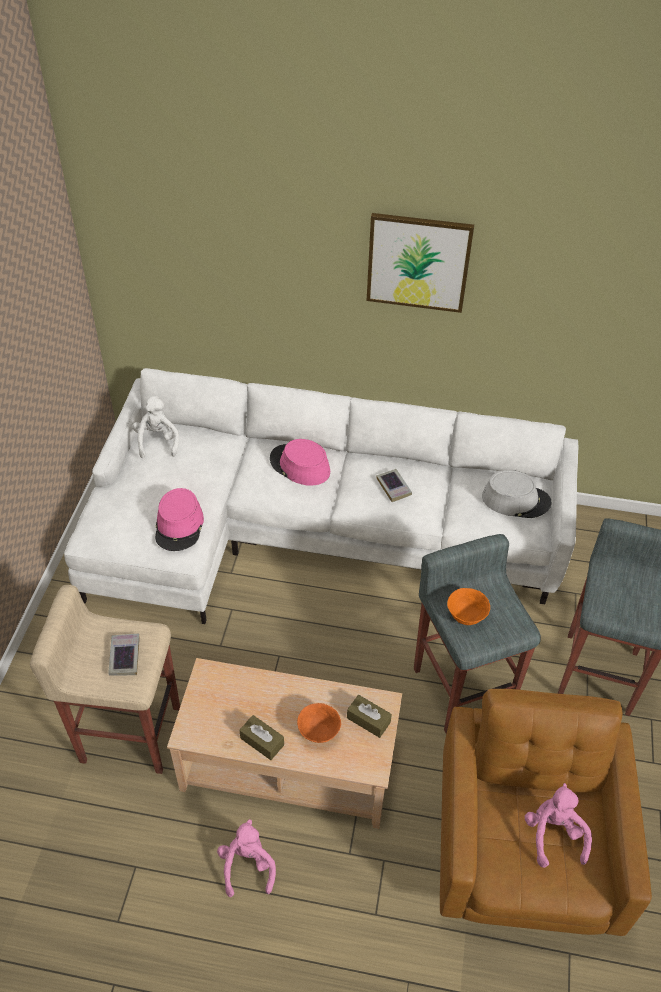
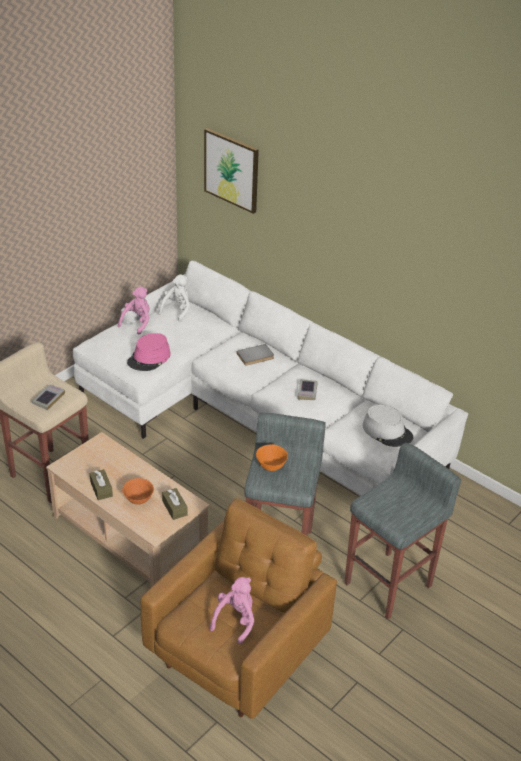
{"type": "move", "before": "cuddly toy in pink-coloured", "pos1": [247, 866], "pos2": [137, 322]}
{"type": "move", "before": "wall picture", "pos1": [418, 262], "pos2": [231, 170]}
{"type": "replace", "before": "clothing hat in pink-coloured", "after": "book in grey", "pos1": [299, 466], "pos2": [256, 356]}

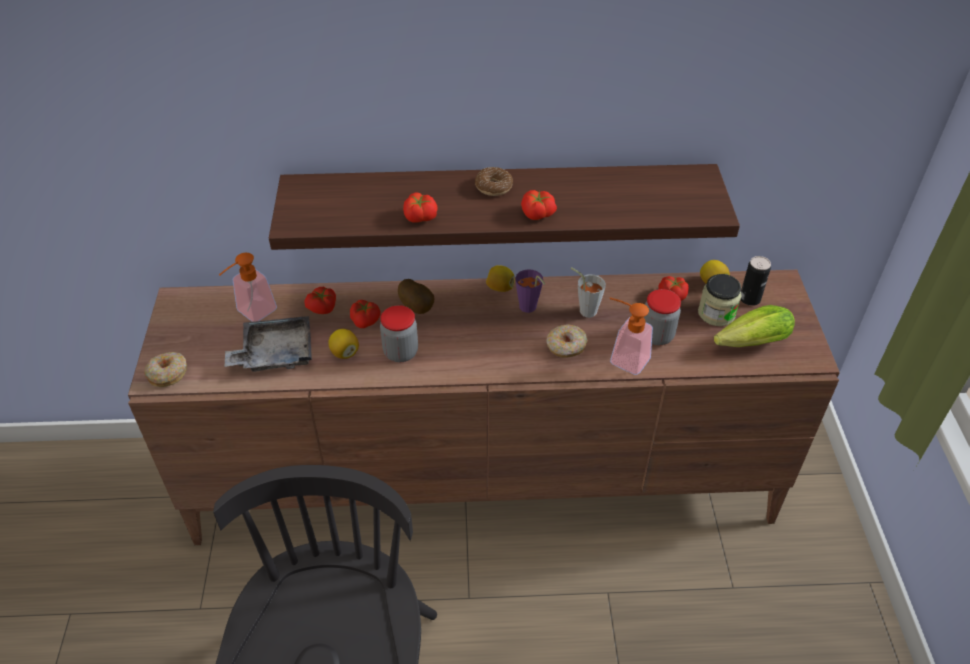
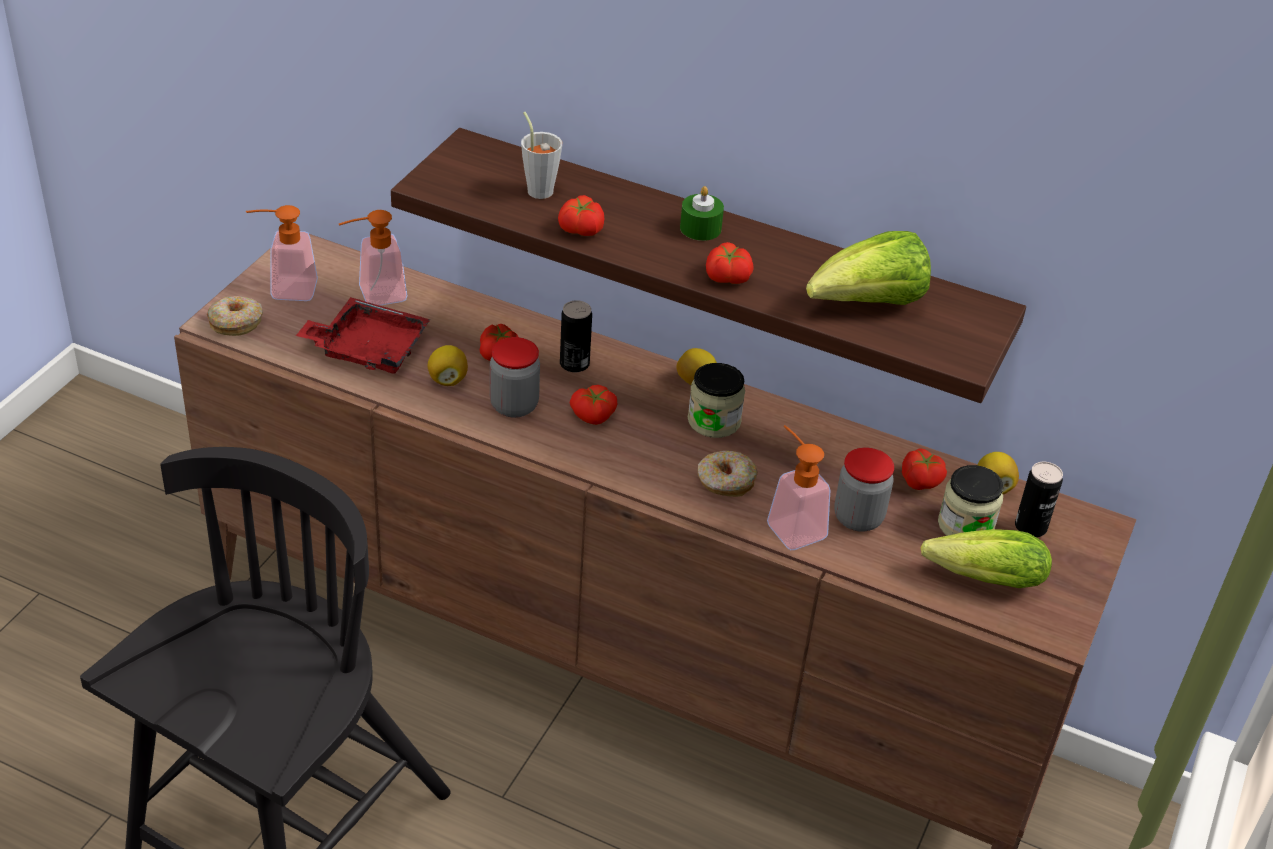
{"type": "insert", "after": "soap bottle", "pos2": [285, 289]}
{"type": "insert", "after": "lettuce", "pos2": [868, 304]}
{"type": "move", "before": "tomato", "pos1": [323, 308], "pos2": [593, 417]}
{"type": "move", "before": "drinking cup in grey", "pos1": [585, 309], "pos2": [538, 188]}
{"type": "replace", "before": "potato", "after": "can", "pos1": [417, 307], "pos2": [574, 364]}
{"type": "replace", "before": "doughnut", "after": "candle in green-coloured", "pos1": [493, 187], "pos2": [700, 228]}
{"type": "replace", "before": "drinking cup in purple", "after": "preserve jar", "pos1": [529, 309], "pos2": [714, 421]}
{"type": "recolor", "before": "carrying tray in grey", "after": "carrying tray in reddish", "pos1": [275, 353], "pos2": [368, 348]}

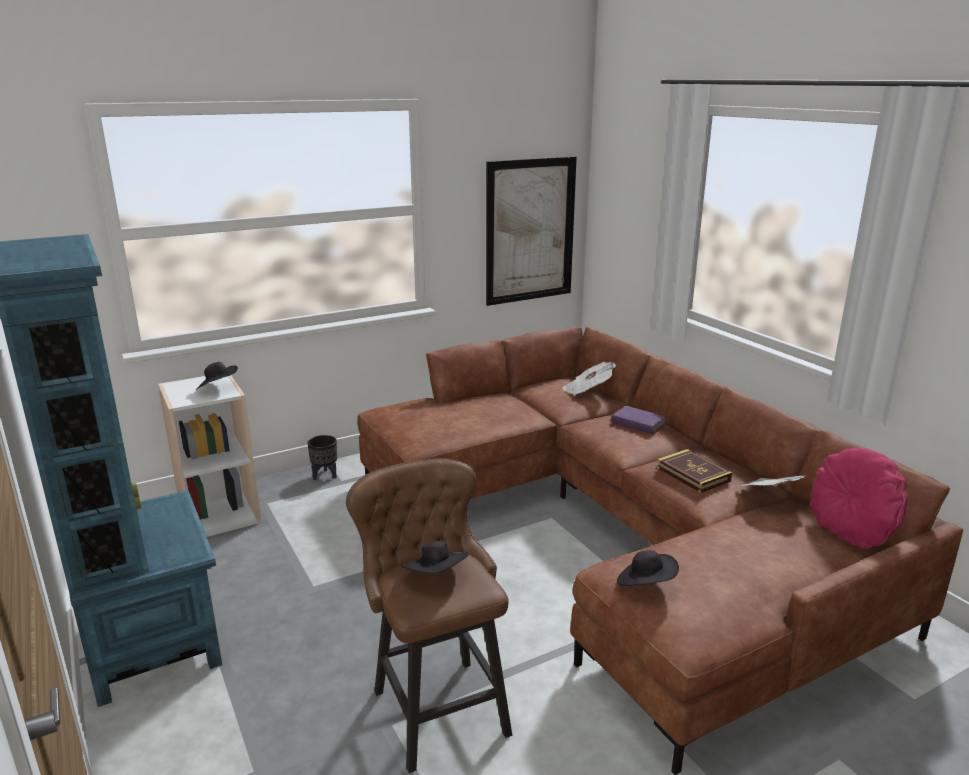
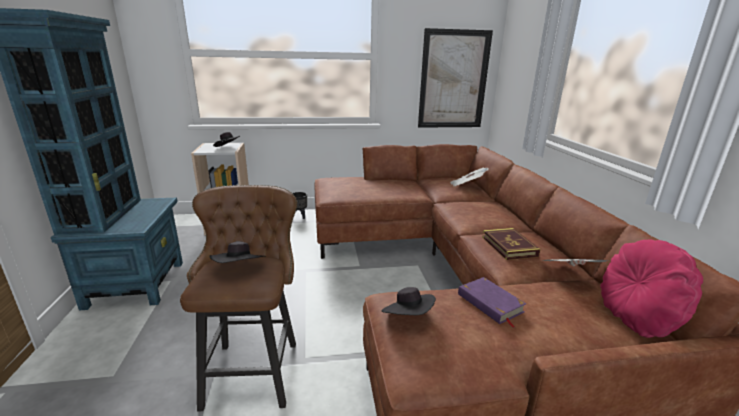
{"type": "move", "before": "book in purple", "pos1": [638, 423], "pos2": [490, 303]}

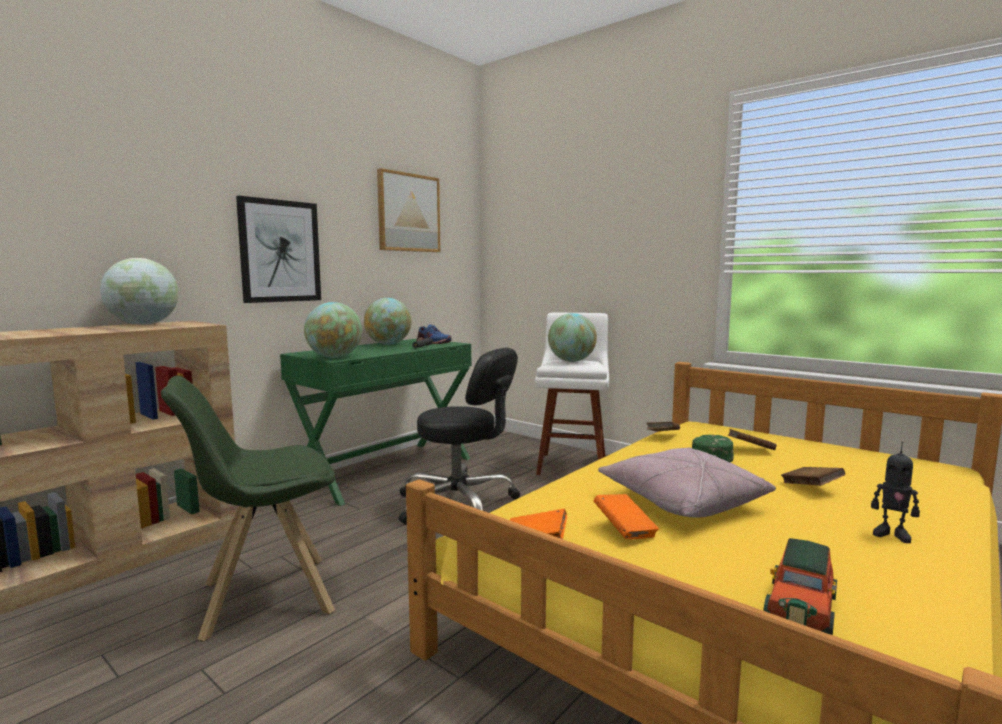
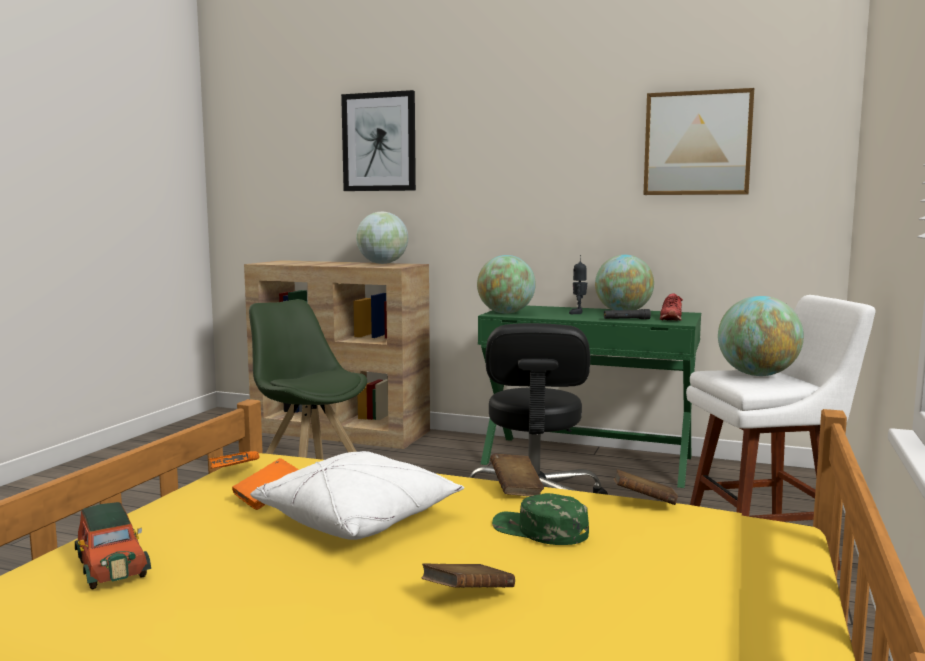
{"type": "move", "before": "wall picture", "pos1": [280, 251], "pos2": [379, 142]}
{"type": "move", "before": "book in brown", "pos1": [750, 450], "pos2": [516, 489]}
{"type": "move", "before": "robot figure", "pos1": [891, 535], "pos2": [578, 313]}
{"type": "recolor", "before": "shoe in bluish", "after": "shoe in reddish", "pos1": [433, 342], "pos2": [670, 318]}
{"type": "recolor", "before": "throw pillow in purple", "after": "throw pillow in whitish", "pos1": [681, 502], "pos2": [359, 519]}
{"type": "rotate", "before": "model car", "pos1": [801, 607], "pos2": [111, 566], "turn": -135}

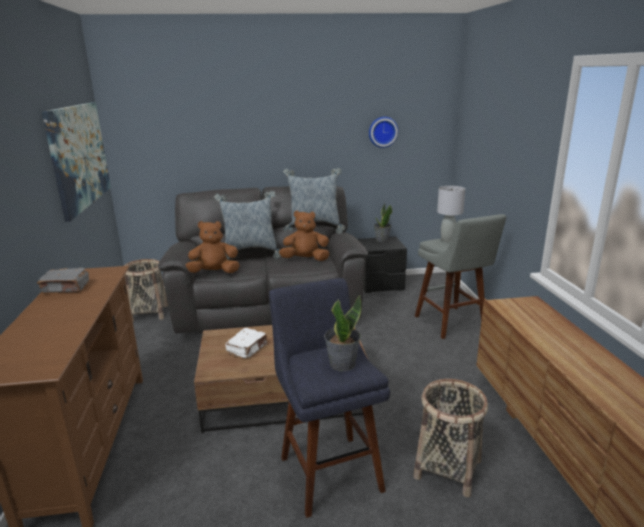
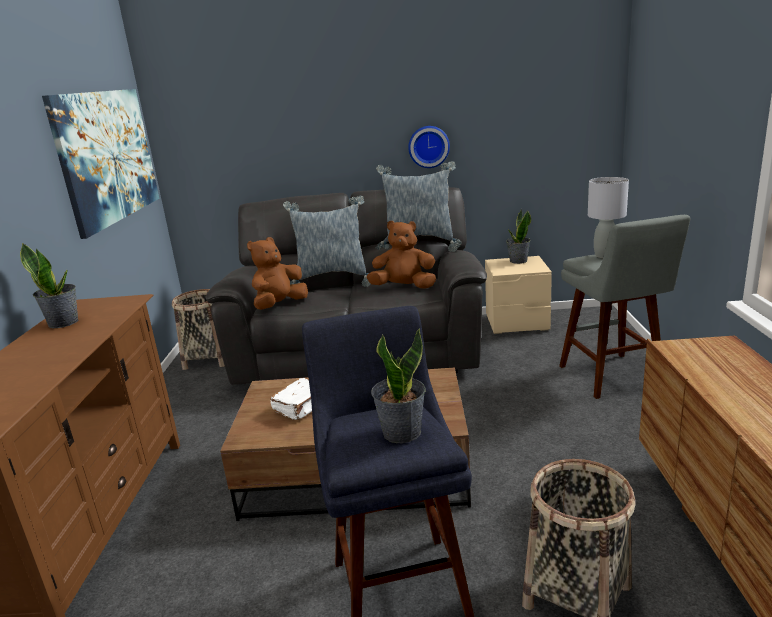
{"type": "move", "before": "wall clock", "pos1": [382, 132], "pos2": [428, 146]}
{"type": "replace", "before": "book in grey", "after": "potted plant", "pos1": [66, 288], "pos2": [64, 322]}
{"type": "recolor", "before": "bedside table in blackish", "after": "bedside table in beige-coloured", "pos1": [380, 284], "pos2": [516, 322]}
{"type": "rotate", "before": "cuddly toy in brown", "pos1": [214, 273], "pos2": [279, 305], "turn": -45}

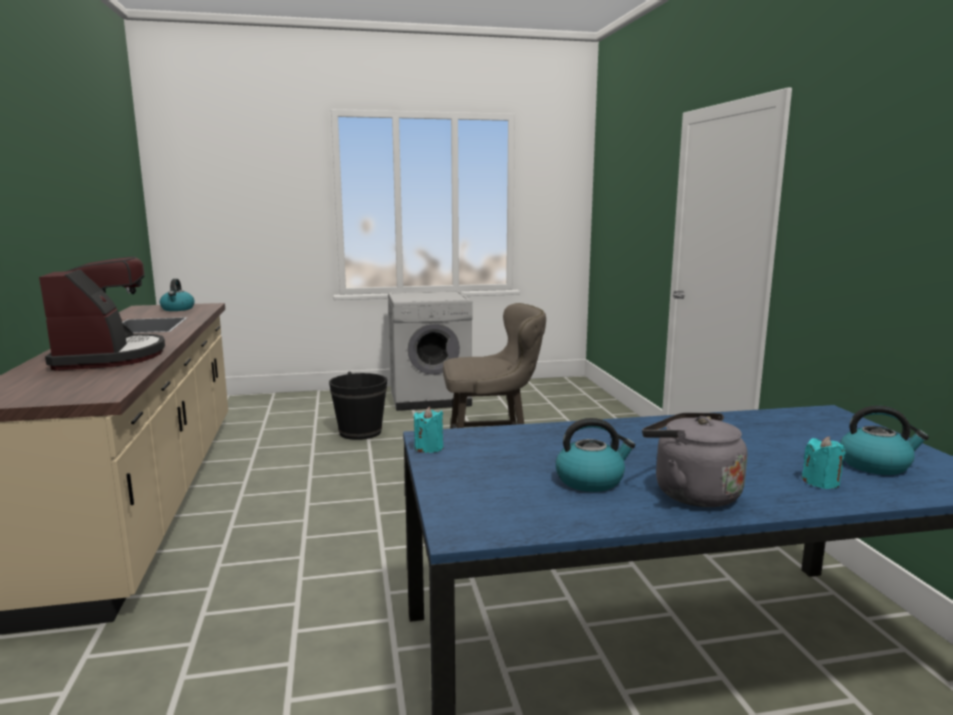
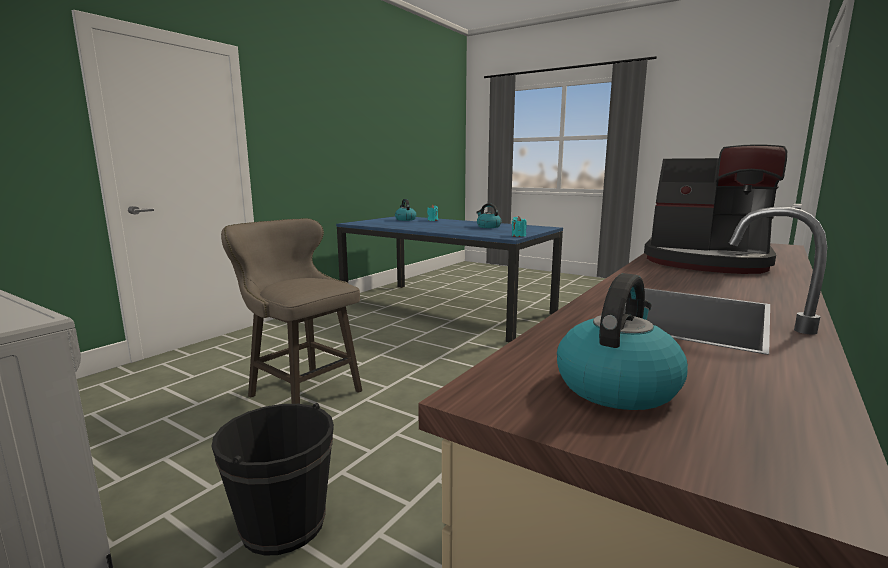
{"type": "delete", "before": "water kettle in grey", "pos1": [691, 493]}
{"type": "rotate", "before": "coffee machine", "pos1": [109, 357], "pos2": [706, 262], "turn": -90}

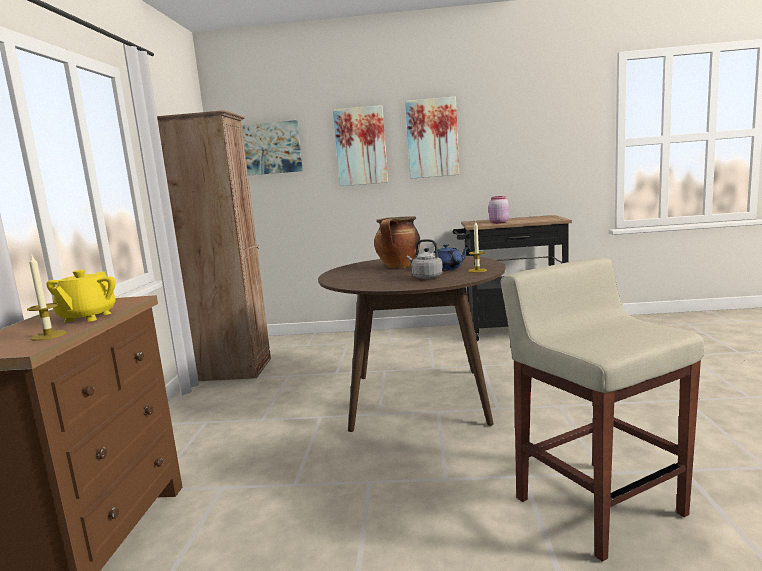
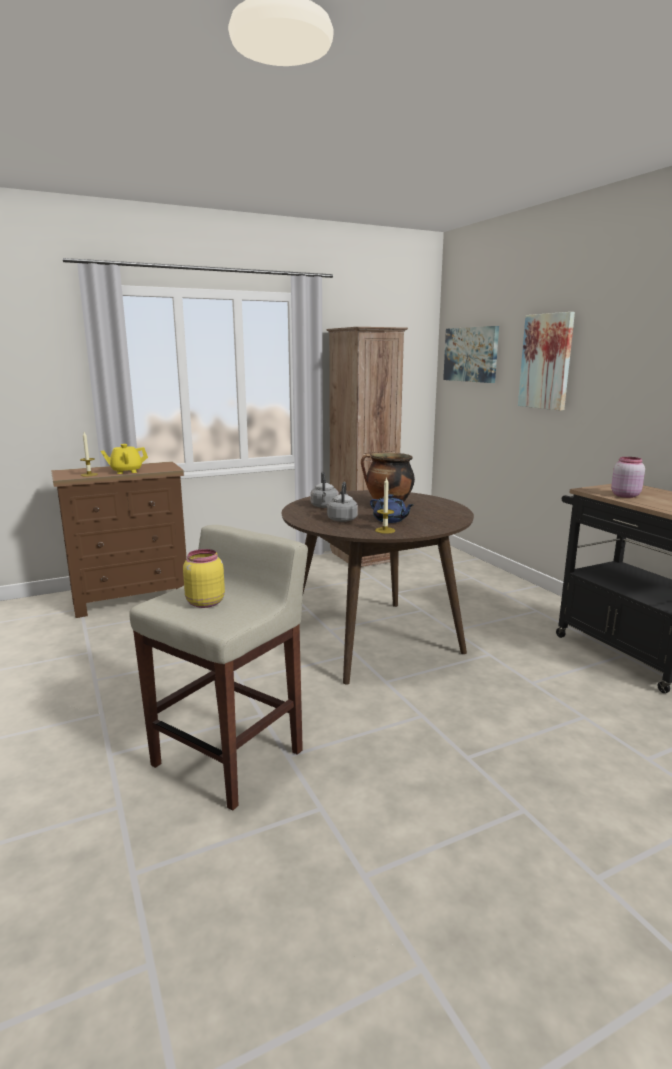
{"type": "delete", "before": "wall picture", "pos1": [432, 138]}
{"type": "insert", "after": "preserve jar in yellow-coloured", "pos2": [204, 603]}
{"type": "insert", "after": "water kettle in grey", "pos2": [324, 506]}

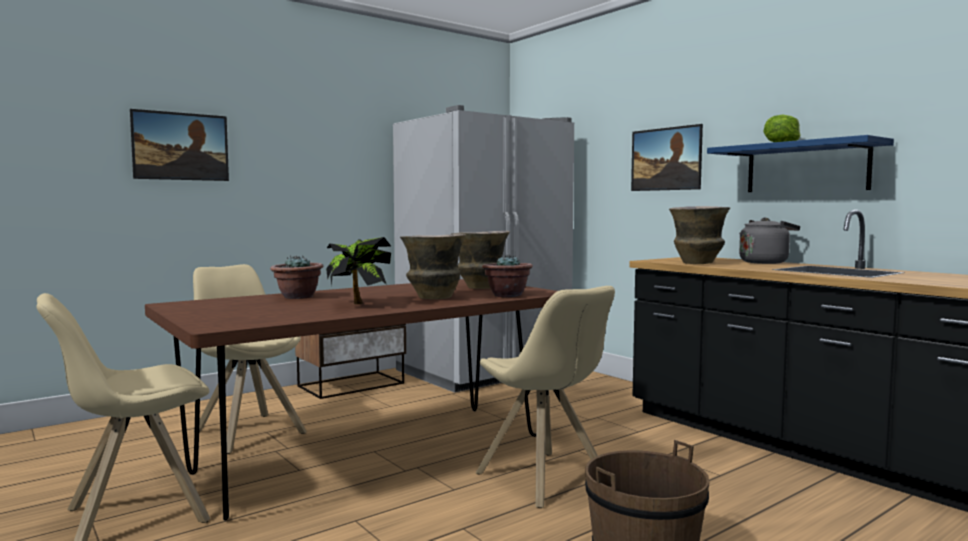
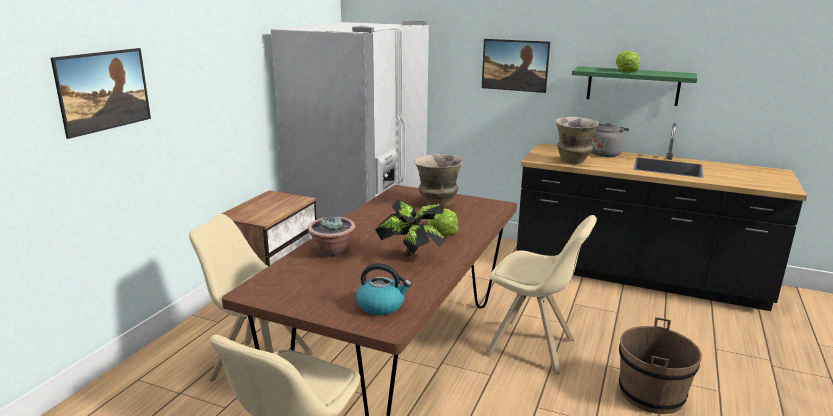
{"type": "delete", "before": "potted plant", "pos1": [507, 295]}
{"type": "insert", "after": "water kettle", "pos2": [381, 305]}
{"type": "replace", "before": "decorative vase", "after": "lettuce", "pos1": [433, 298], "pos2": [441, 232]}
{"type": "recolor", "before": "bracket shelf in bluish", "after": "bracket shelf in green-coloured", "pos1": [806, 168], "pos2": [633, 86]}

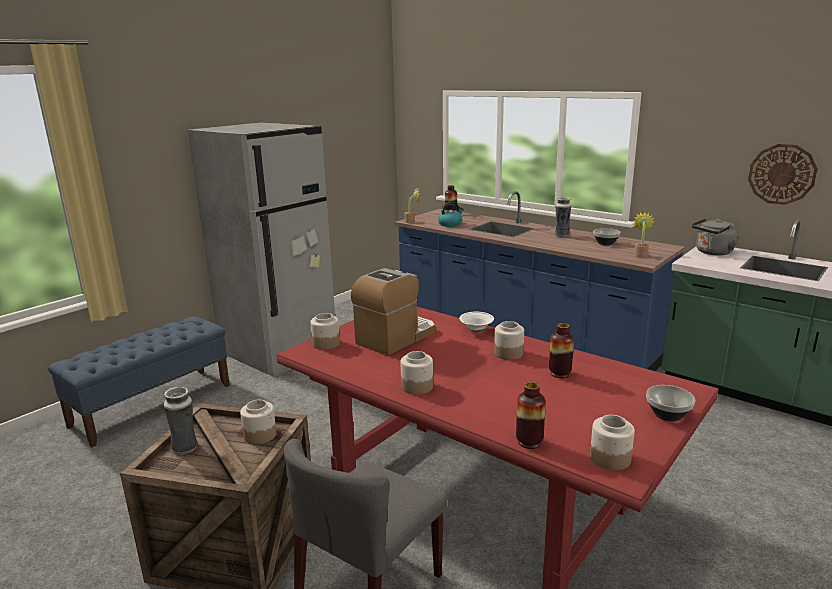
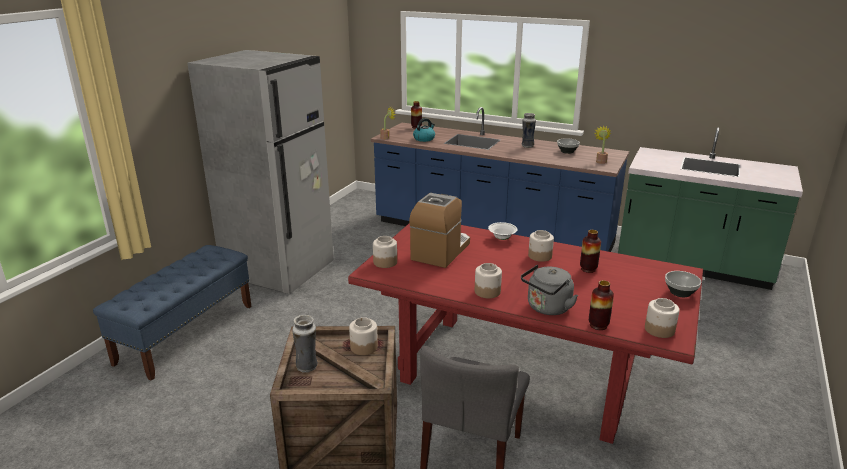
{"type": "delete", "before": "wall clock", "pos1": [782, 174]}
{"type": "move", "before": "water kettle in grey", "pos1": [712, 253], "pos2": [547, 308]}

